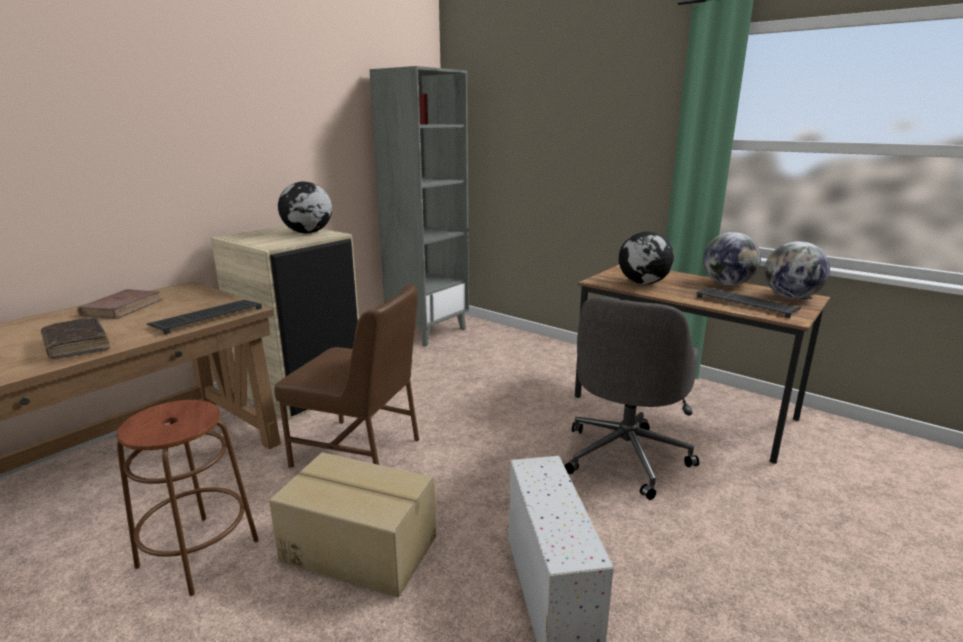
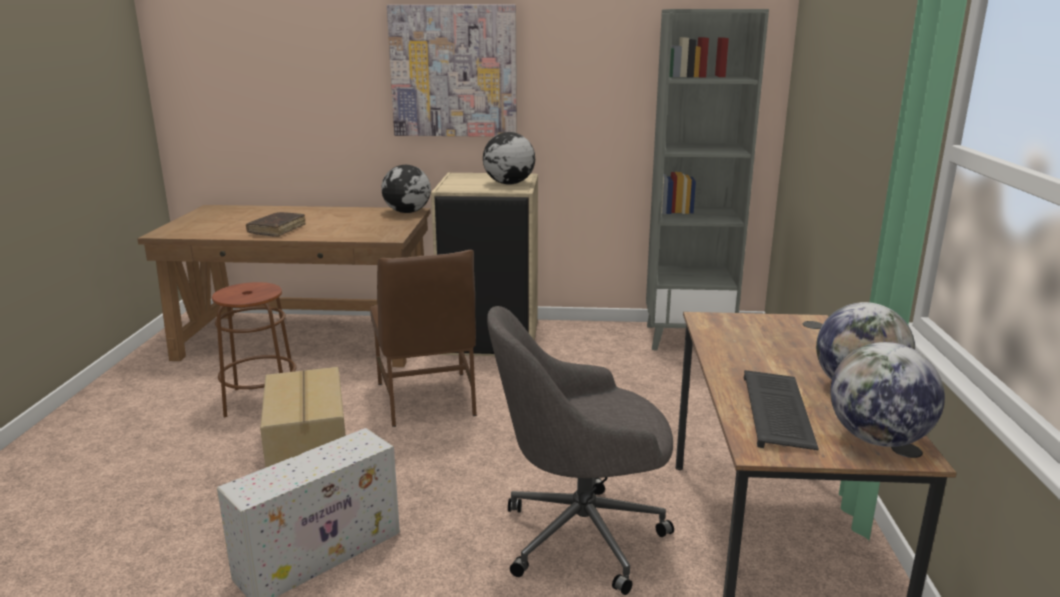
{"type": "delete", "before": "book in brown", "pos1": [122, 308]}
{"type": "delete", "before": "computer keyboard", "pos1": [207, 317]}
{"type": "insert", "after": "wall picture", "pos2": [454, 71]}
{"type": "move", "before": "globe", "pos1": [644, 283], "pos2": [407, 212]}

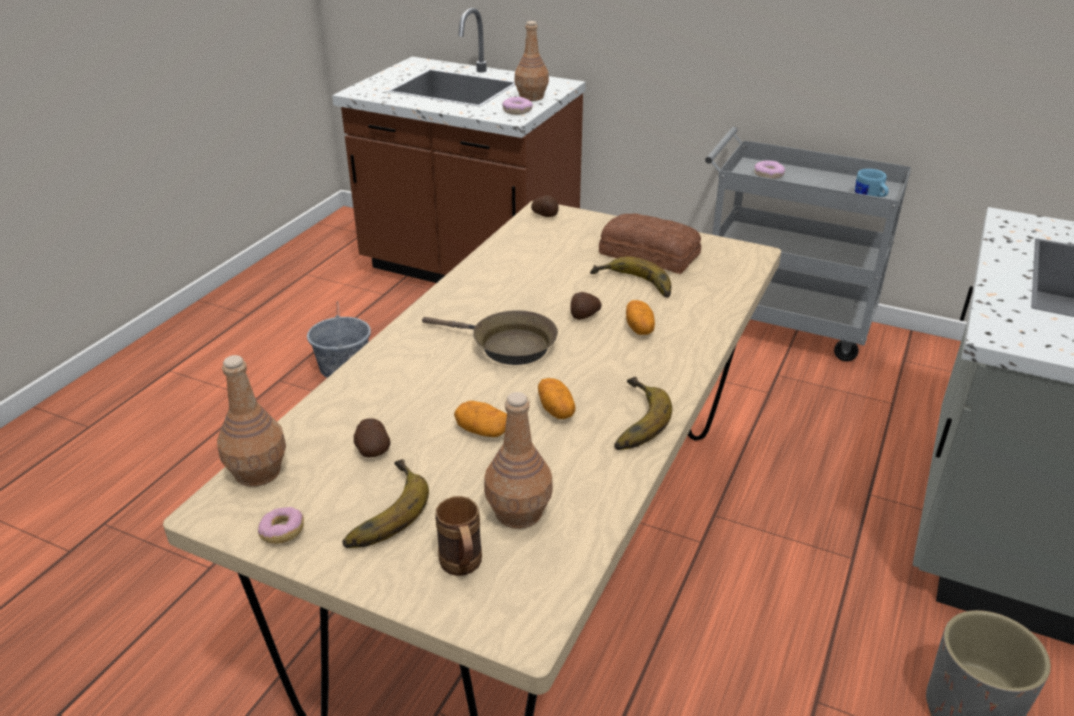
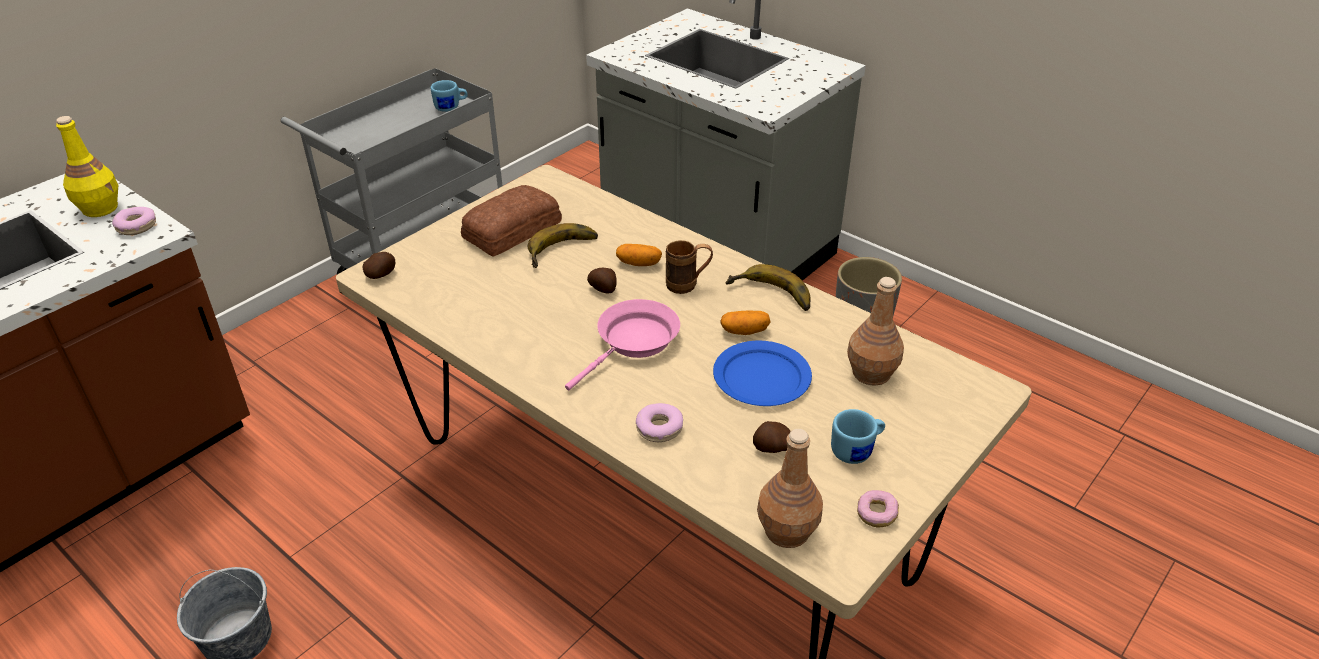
{"type": "move", "before": "mug in brown", "pos1": [462, 568], "pos2": [688, 285]}
{"type": "move", "before": "doughnut", "pos1": [768, 175], "pos2": [659, 428]}
{"type": "replace", "before": "whole banana", "after": "mug in bluish", "pos1": [380, 511], "pos2": [857, 450]}
{"type": "replace", "before": "potato", "after": "dinner plate in bluish", "pos1": [482, 431], "pos2": [762, 377]}
{"type": "recolor", "before": "pan in brown", "after": "pan in pink-coloured", "pos1": [507, 346], "pos2": [634, 342]}
{"type": "recolor", "before": "beverage bottle in brown", "after": "beverage bottle in yellow-coloured", "pos1": [532, 97], "pos2": [100, 208]}

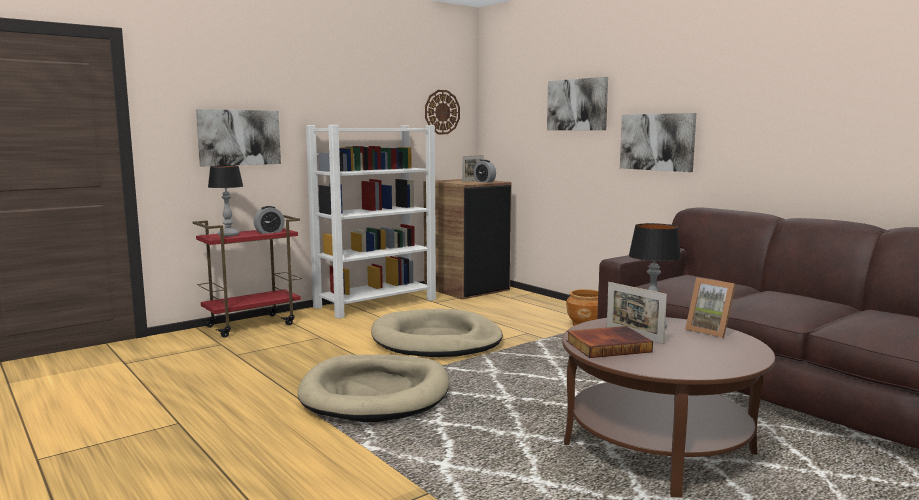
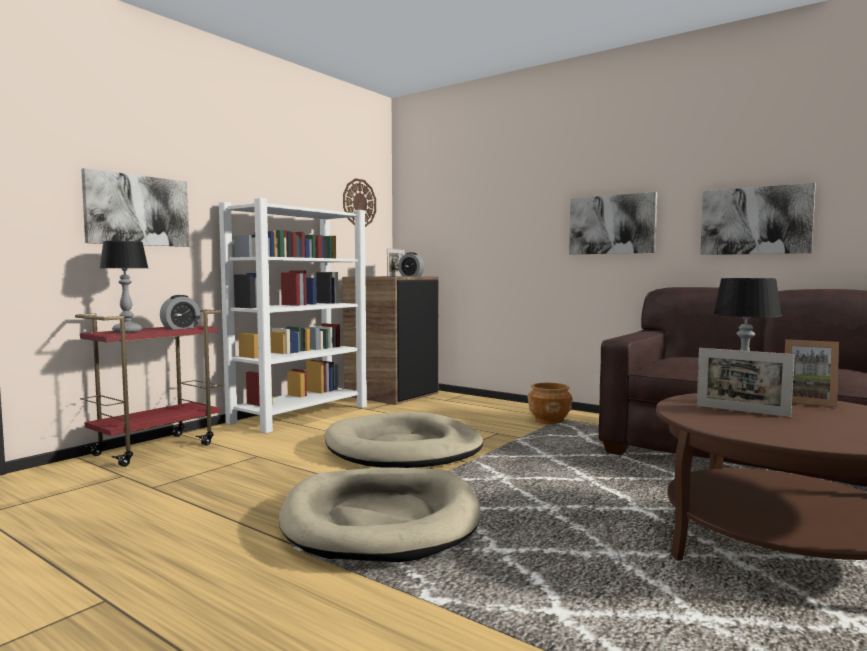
{"type": "delete", "before": "book", "pos1": [608, 346]}
{"type": "move", "before": "wall picture", "pos1": [577, 104], "pos2": [755, 221]}

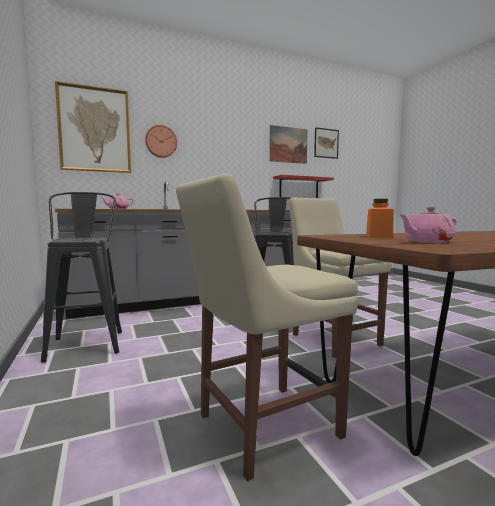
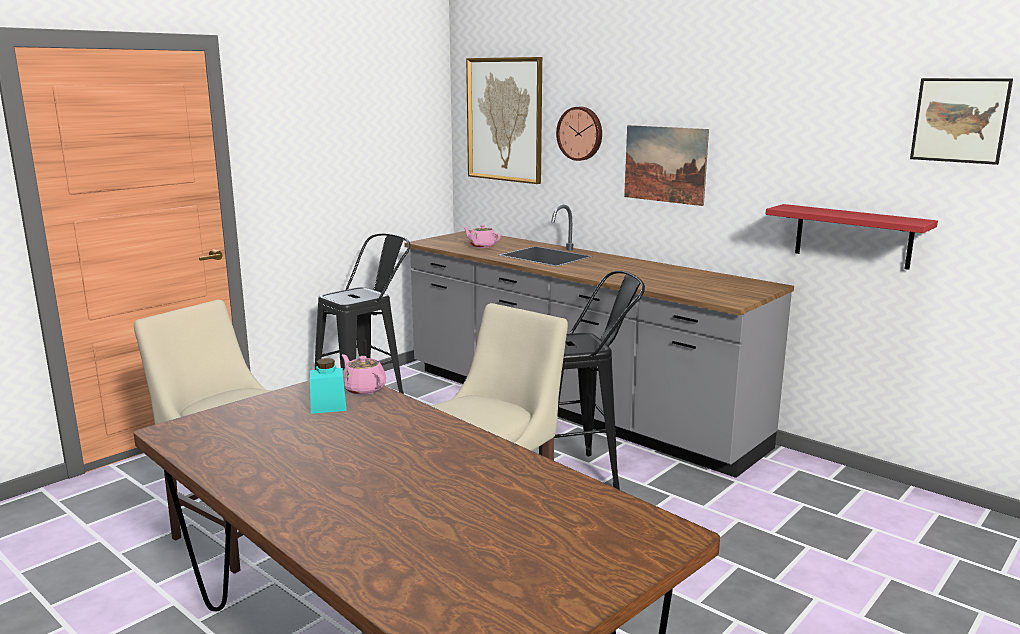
{"type": "move", "before": "wall picture", "pos1": [288, 145], "pos2": [665, 164]}
{"type": "move", "before": "tea pot in pink-coloured", "pos1": [427, 242], "pos2": [363, 389]}
{"type": "recolor", "before": "preserve jar in orange-coloured", "after": "preserve jar in turquoise-coloured", "pos1": [379, 237], "pos2": [328, 406]}

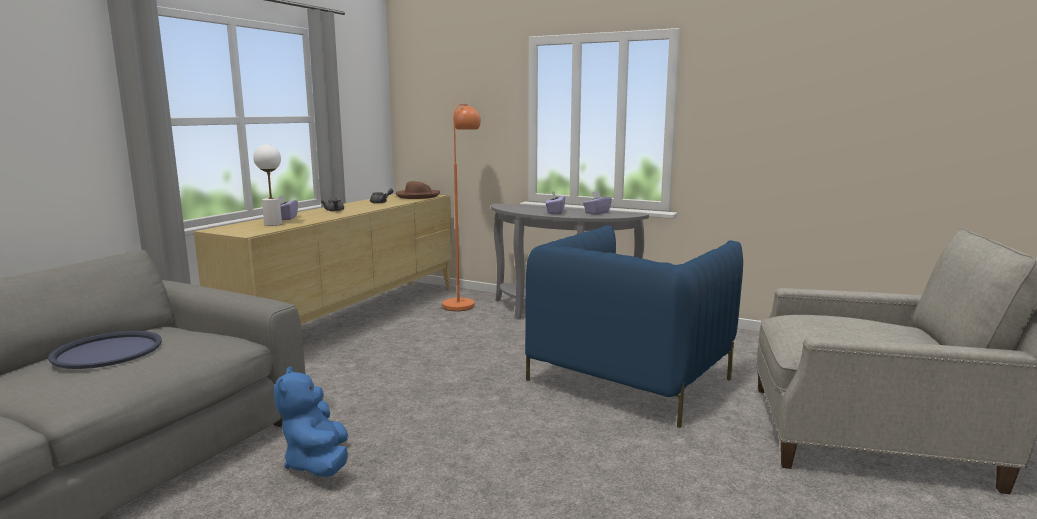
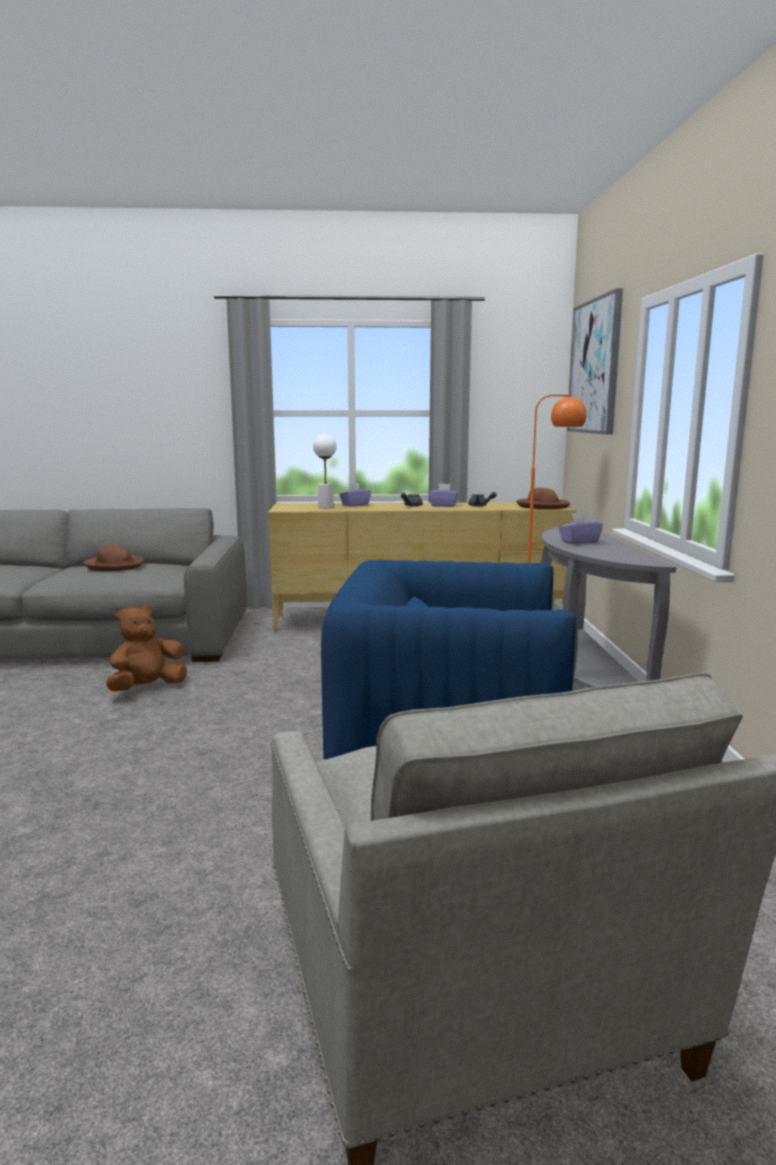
{"type": "insert", "after": "wall picture", "pos2": [594, 367]}
{"type": "move", "before": "box of tissues in purple", "pos1": [596, 212], "pos2": [443, 505]}
{"type": "replace", "before": "carrying tray in bluish", "after": "clothing hat in brown", "pos1": [107, 351], "pos2": [115, 566]}
{"type": "recolor", "before": "cuddly toy in bluish", "after": "cuddly toy in brown", "pos1": [318, 463], "pos2": [147, 688]}

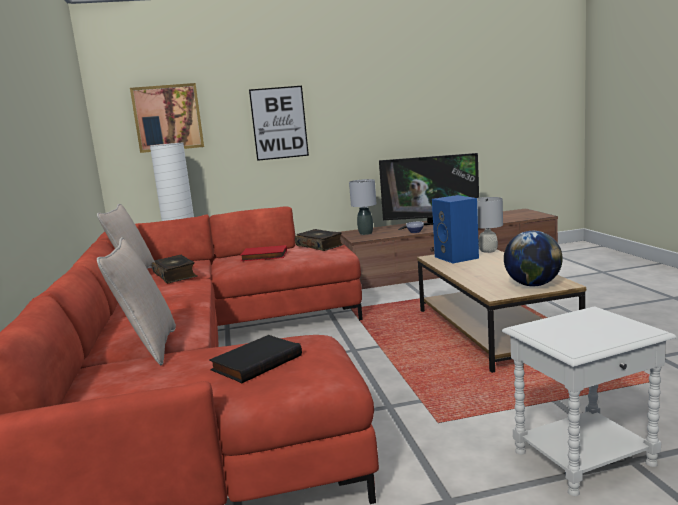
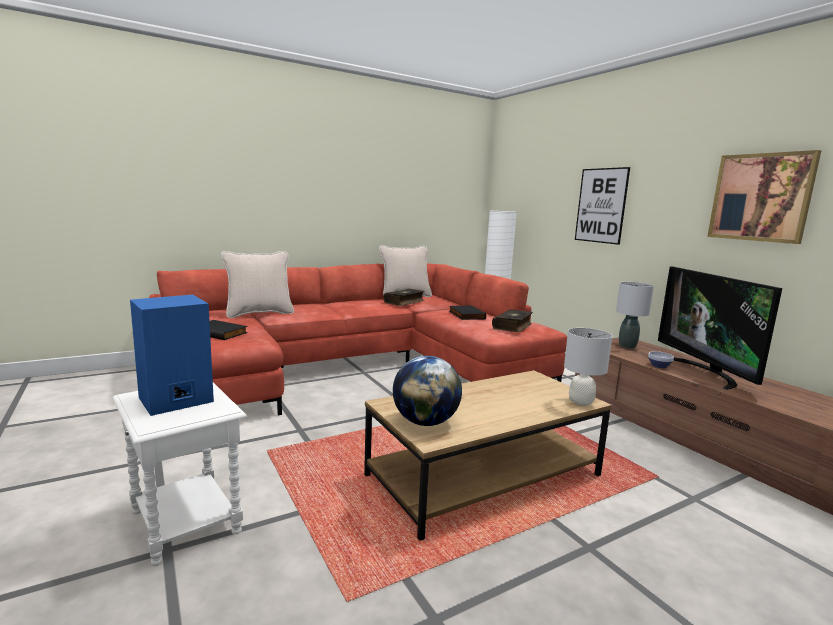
{"type": "move", "before": "wall picture", "pos1": [168, 118], "pos2": [760, 197]}
{"type": "move", "before": "audio speaker in bluish", "pos1": [457, 257], "pos2": [174, 400]}
{"type": "recolor", "before": "book in reddish", "after": "book in blackish", "pos1": [263, 257], "pos2": [465, 315]}

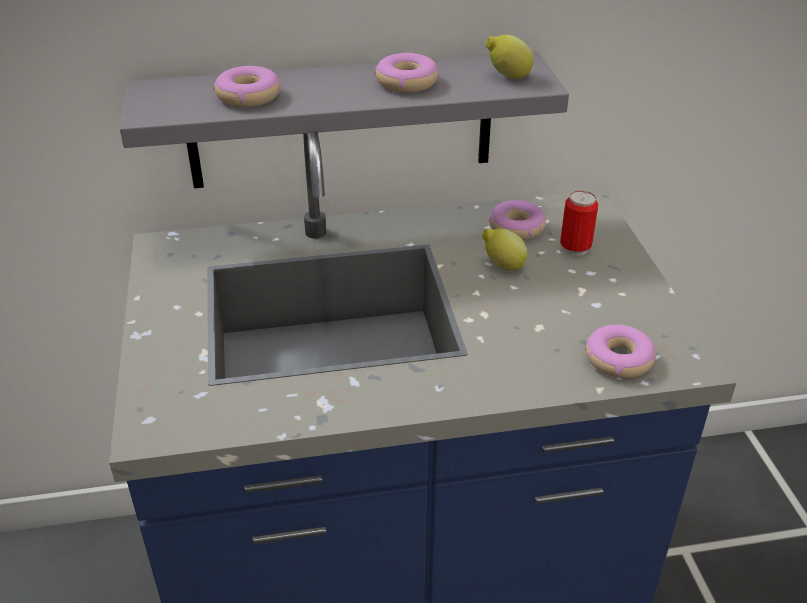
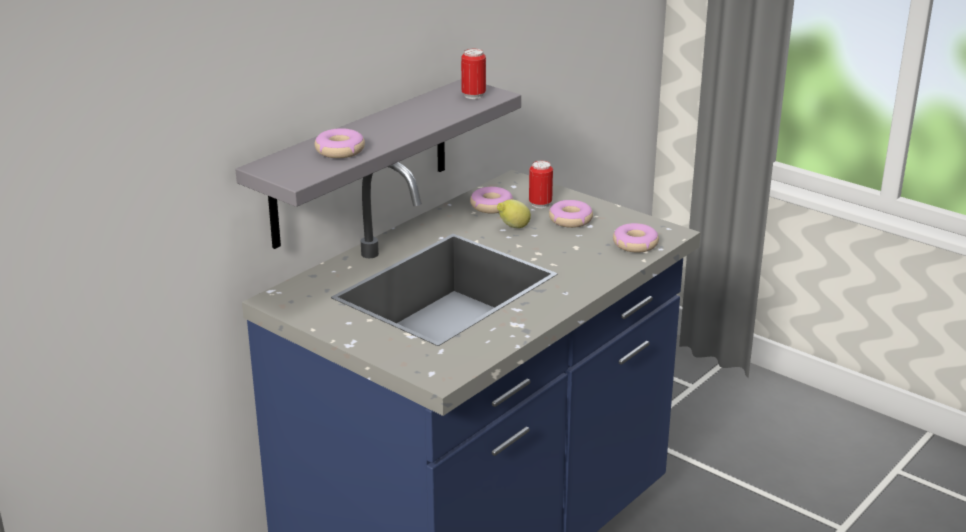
{"type": "move", "before": "doughnut", "pos1": [406, 82], "pos2": [570, 220]}
{"type": "replace", "before": "whole lemon", "after": "can", "pos1": [507, 77], "pos2": [473, 95]}

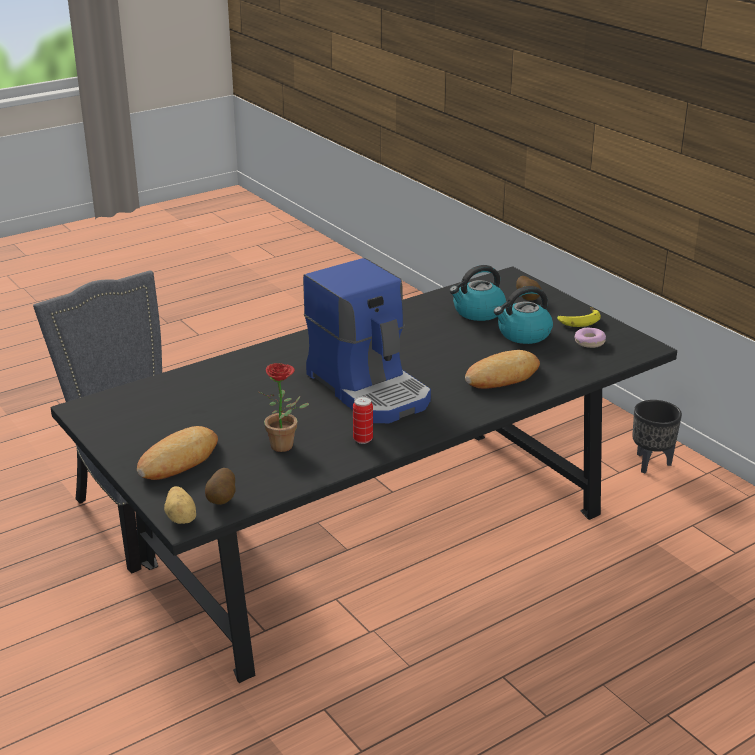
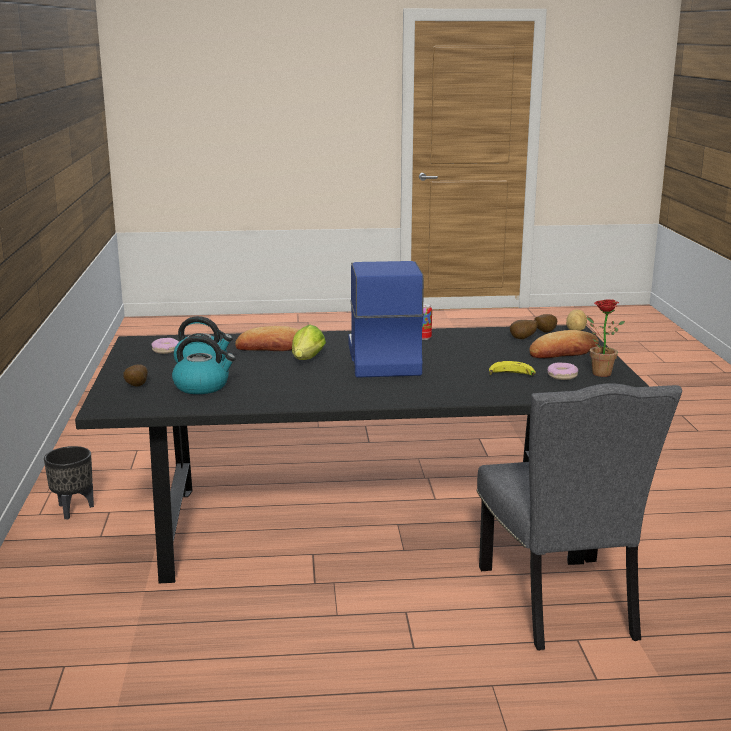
{"type": "insert", "after": "lettuce", "pos2": [306, 360]}
{"type": "insert", "after": "potato", "pos2": [523, 339]}
{"type": "insert", "after": "doughnut", "pos2": [562, 376]}
{"type": "move", "before": "potted plant", "pos1": [286, 446], "pos2": [598, 372]}
{"type": "move", "before": "whole banana", "pos1": [578, 320], "pos2": [511, 376]}

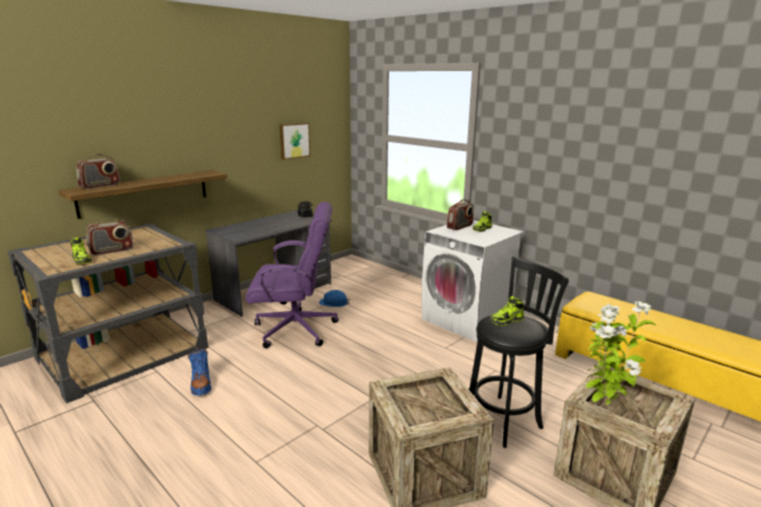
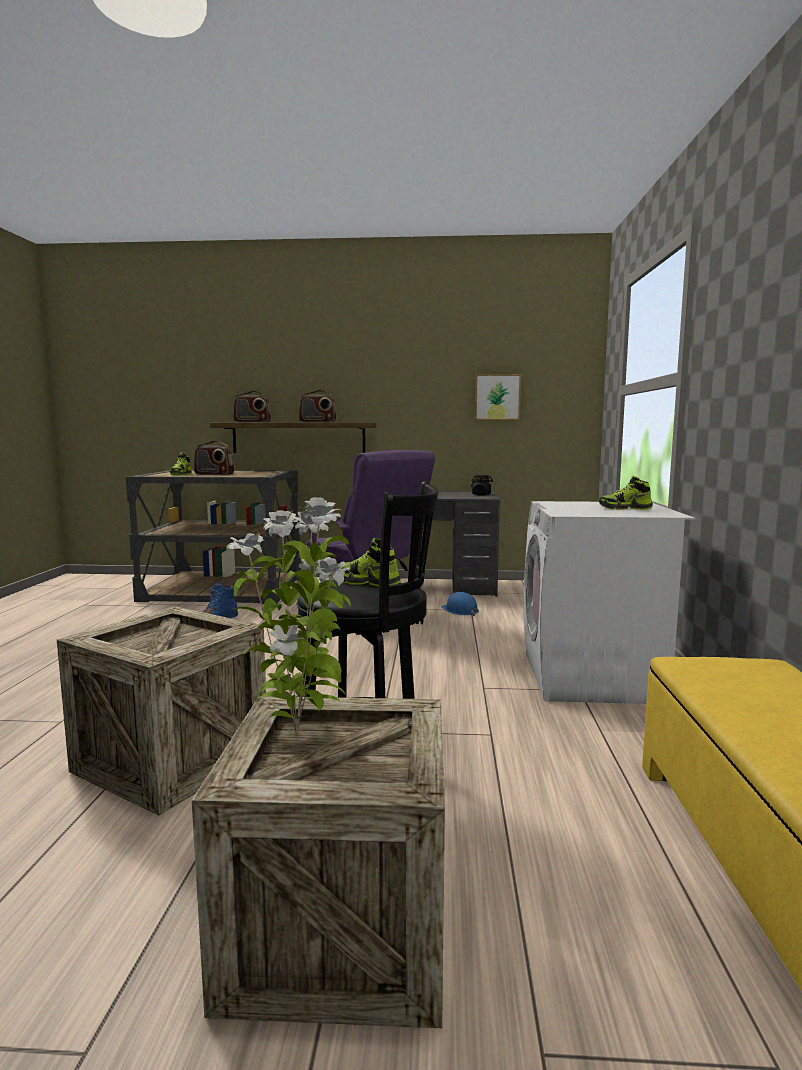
{"type": "move", "before": "radio set", "pos1": [460, 227], "pos2": [317, 422]}

